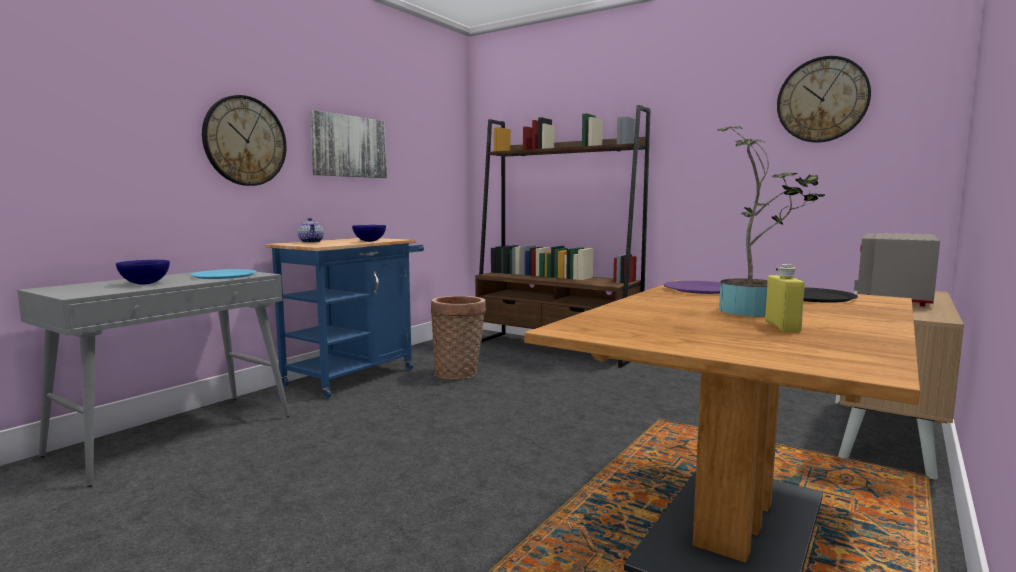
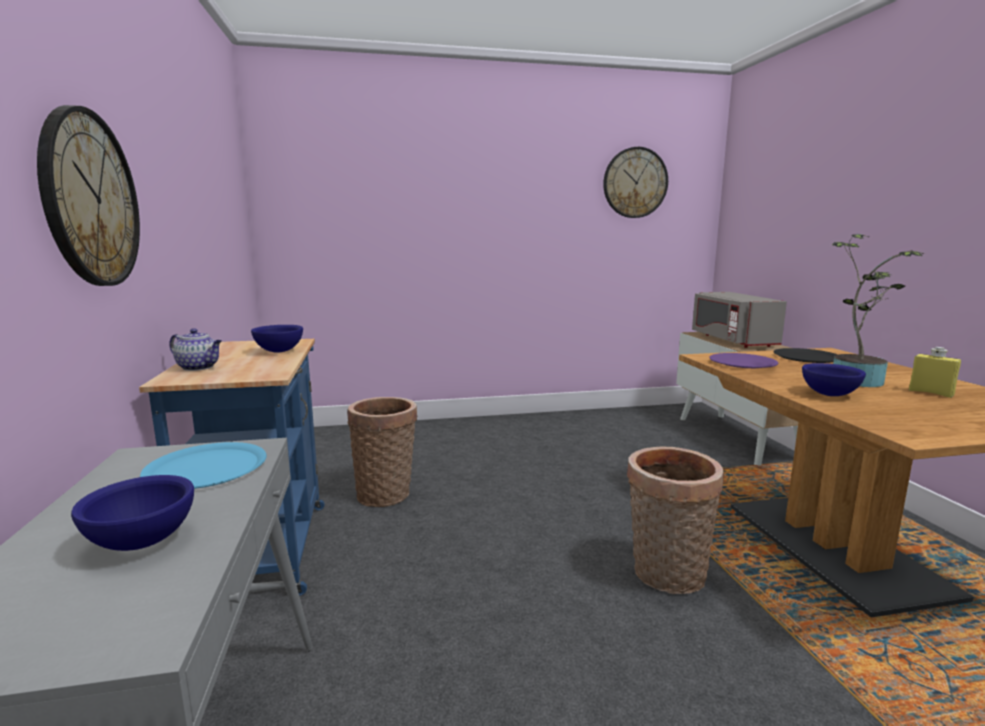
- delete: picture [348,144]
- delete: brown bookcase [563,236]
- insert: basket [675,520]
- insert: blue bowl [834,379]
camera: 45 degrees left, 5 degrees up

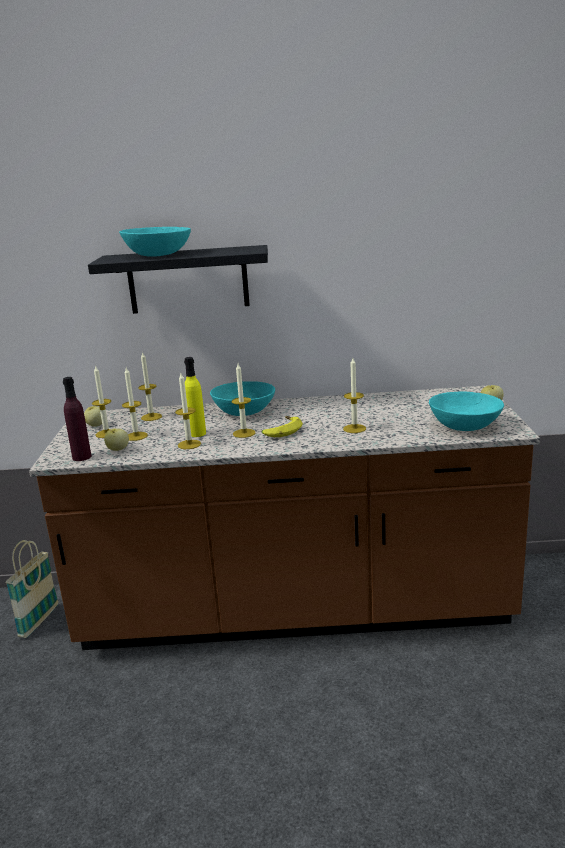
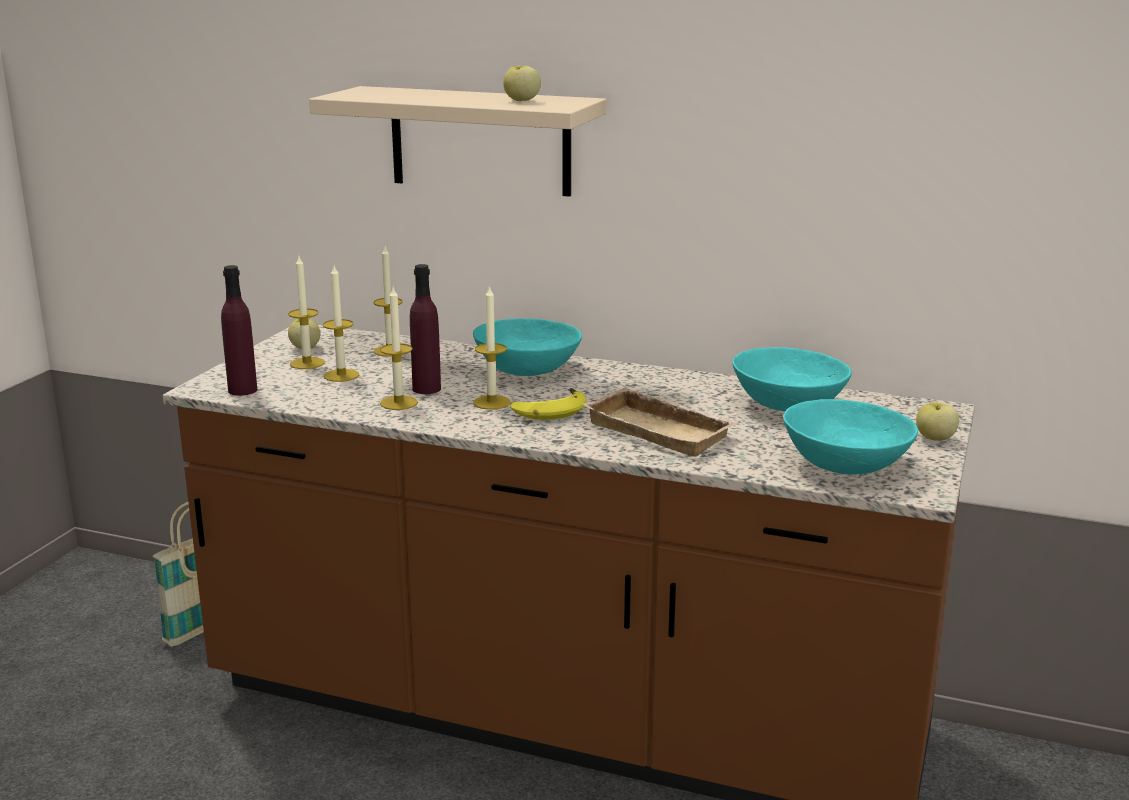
- move: apple [116,439] to [522,83]
- move: turquoise bowl [155,242] to [792,379]
- replace: candle [354,395] to beige tray [660,422]
- recolor: black shelf [178,279] to beige shelf [458,141]
- recolor: yellow bottle [195,397] to purple bottle [425,329]
camera: 20 degrees right, 0 degrees up

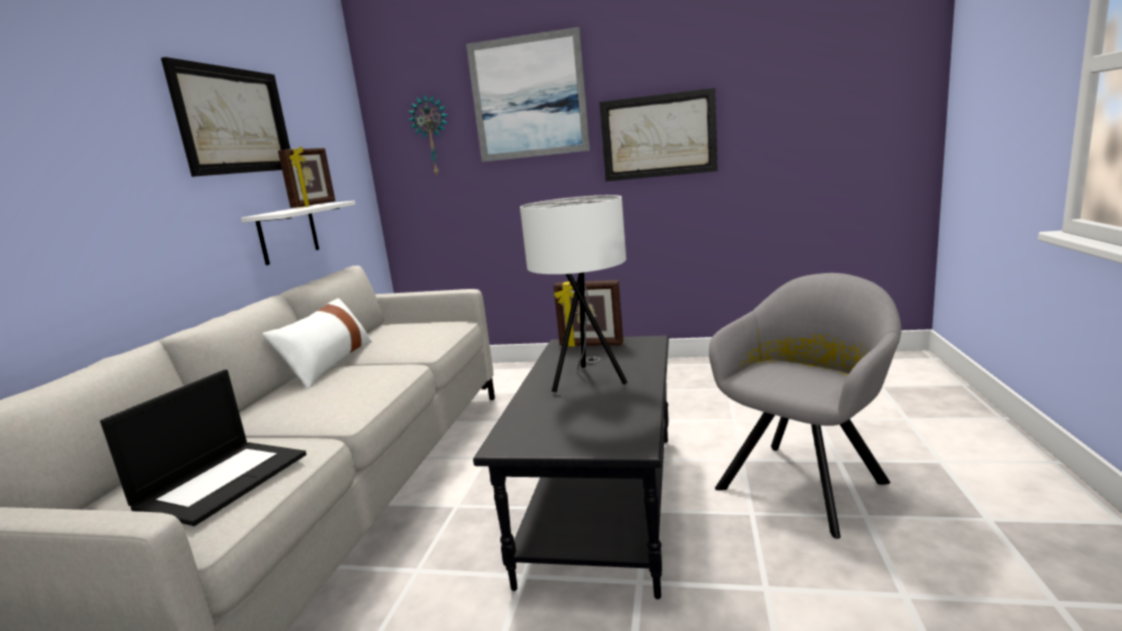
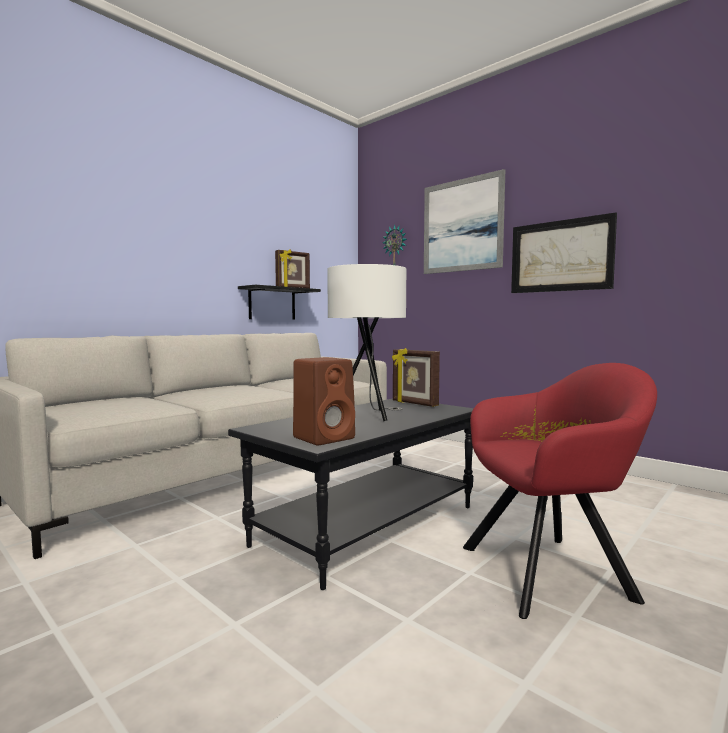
- delete: laptop [203,448]
- delete: picture [225,117]
- delete: white pillow [317,343]
- insert: brown speaker [324,401]
- recolor: white shelf [298,233] to black shelf [279,302]
- recolor: grey armchair [805,406] to red armchair [560,491]
camera: 30 degrees right, 10 degrees down

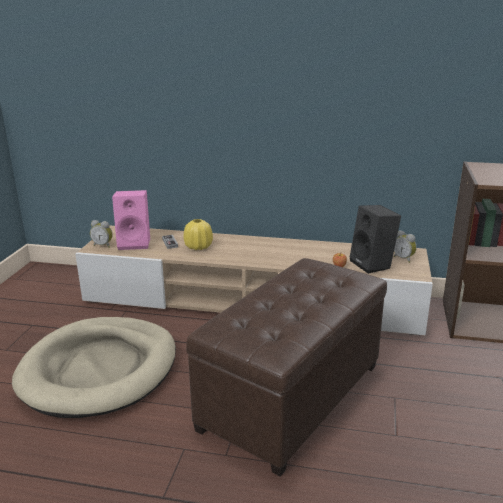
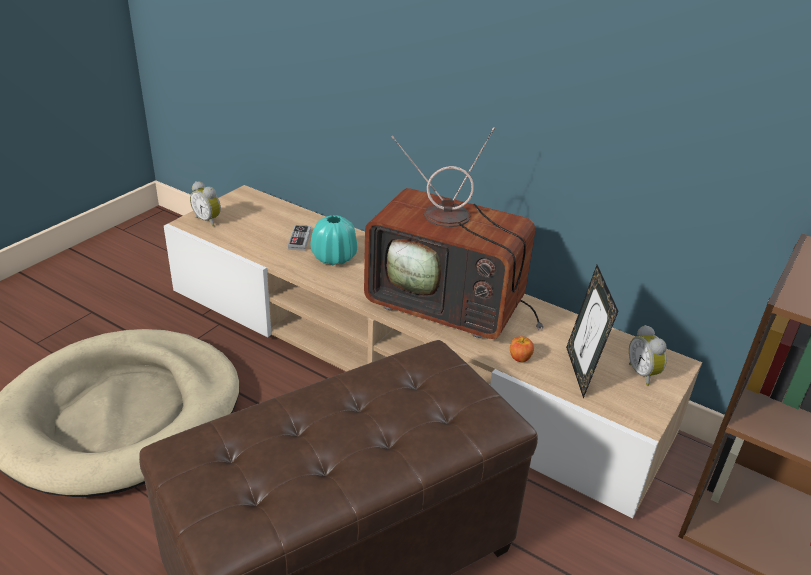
- delete: pink speaker [131,220]
- insert: television [453,233]
- replace: black speaker [375,239] to picture frame [592,331]
- recolor: yellow vase [198,234] to turquoise vase [334,240]
camera: 20 degrees right, 10 degrees up

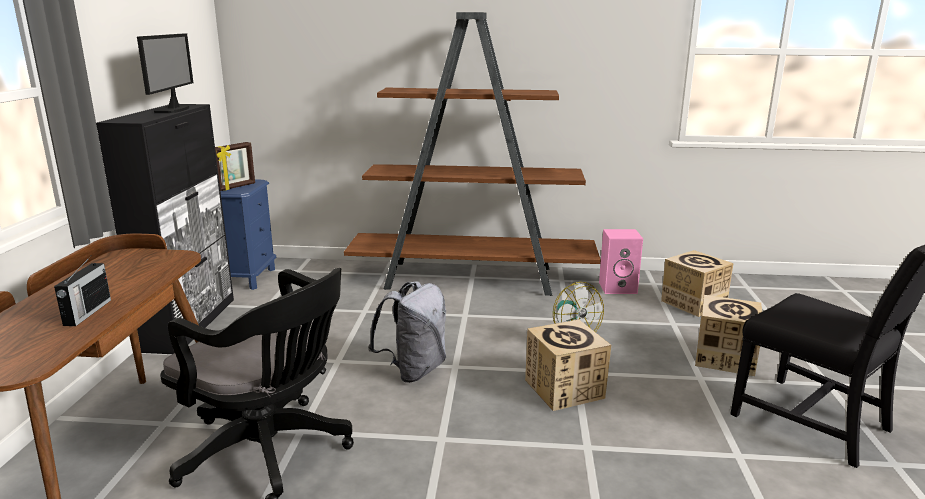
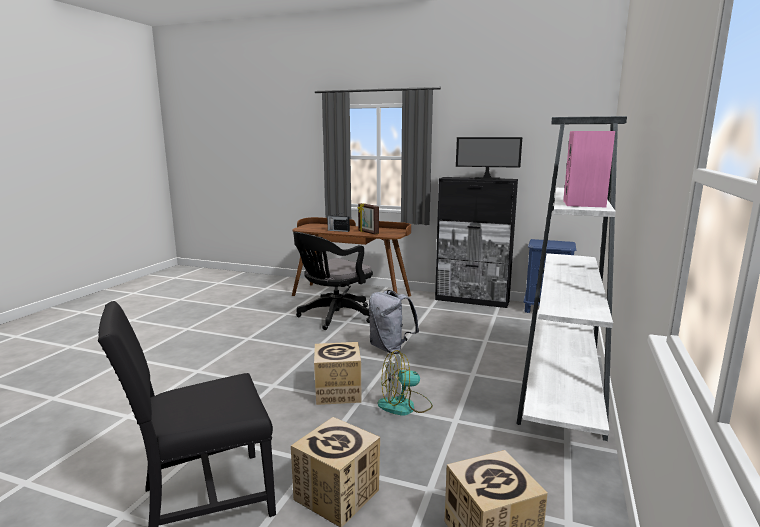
- move: picture frame [235,166] to [368,219]
- move: pink speaker [621,261] to [589,169]
- recolor: brown bookcase [472,154] to white bookcase [571,278]
camera: 105 degrees right, 5 degrees down

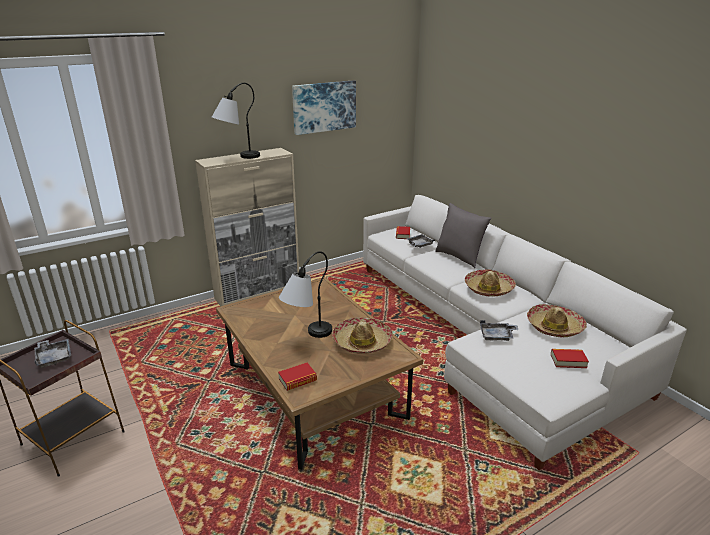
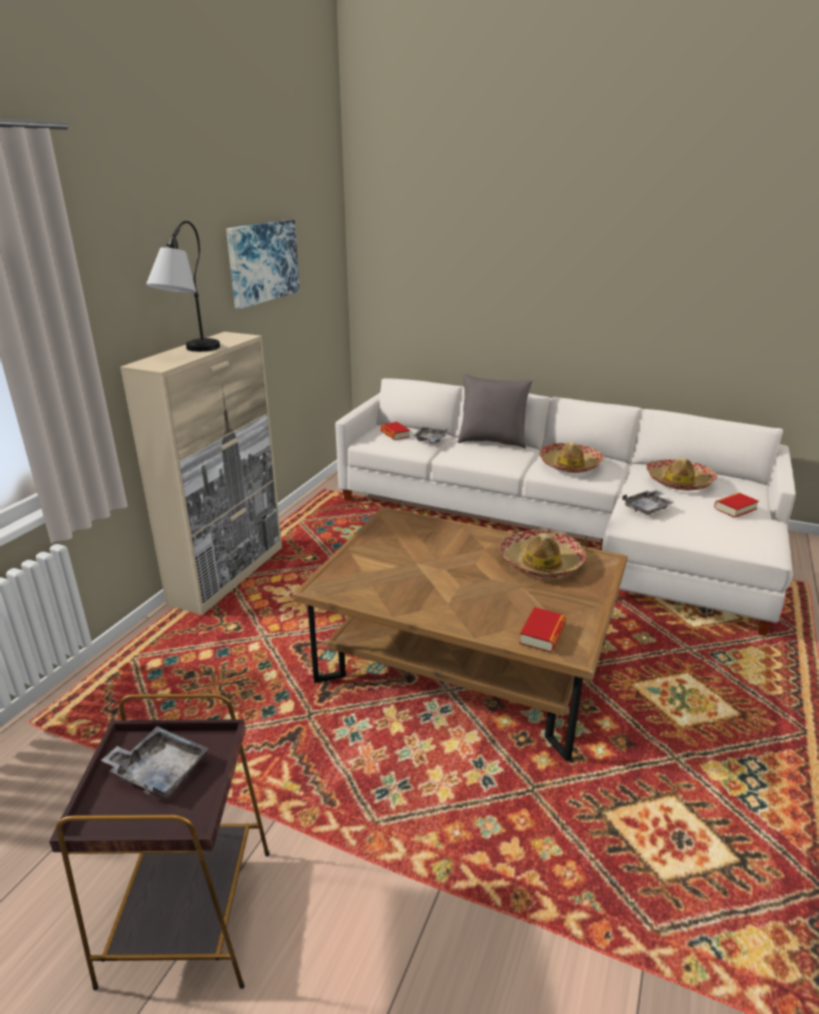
- delete: table lamp [305,294]
camera: 35 degrees left, 0 degrees up

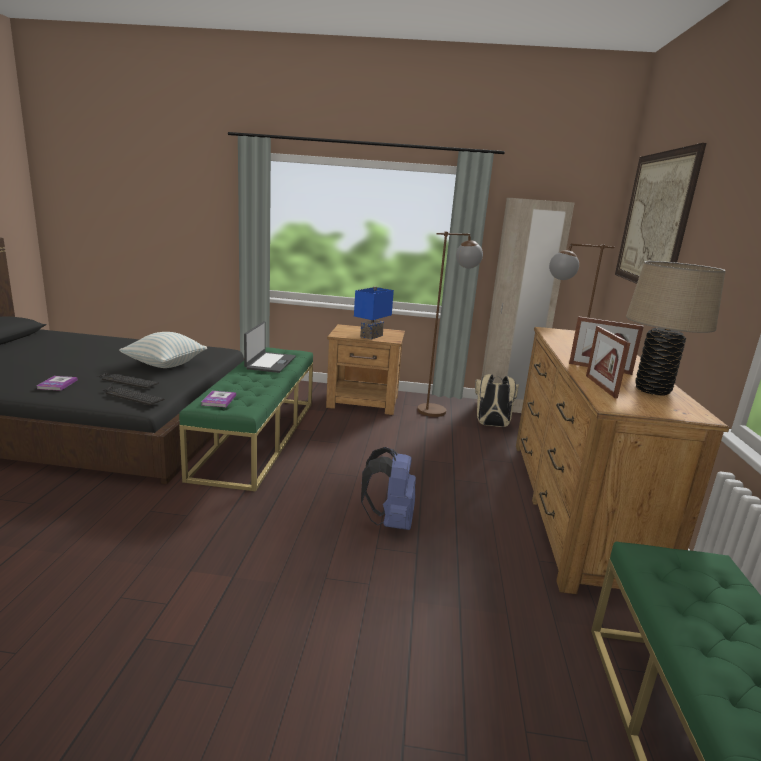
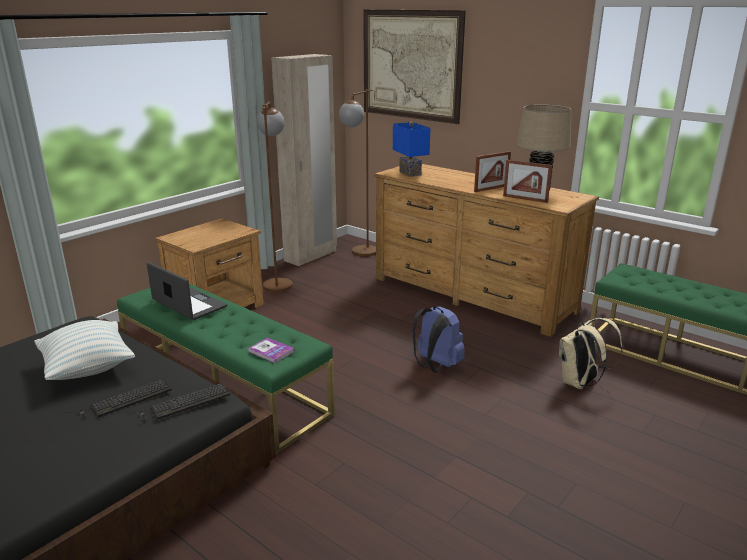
- delete: book [57,383]
- move: blue table lamp [374,313] to [412,149]
- move: beige backpack [497,400] to [591,353]
camera: 55 degrees left, 5 degrees up

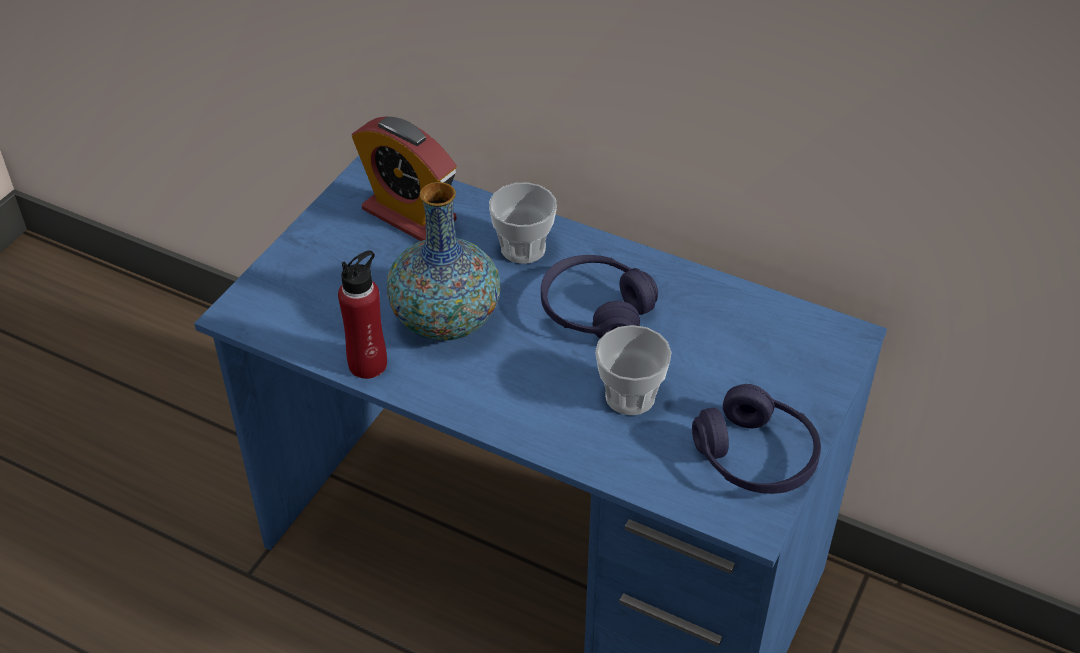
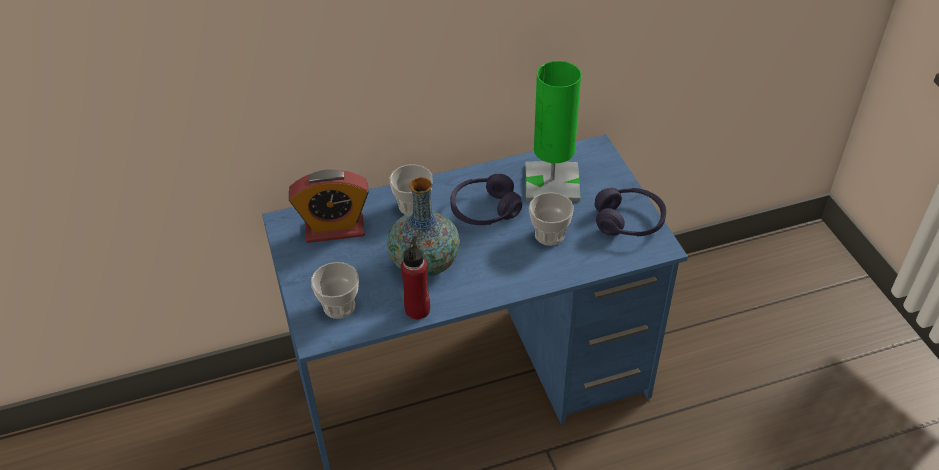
- insert: cup [335,290]
- insert: green table lamp [553,131]
camera: 45 degrees left, 0 degrees up

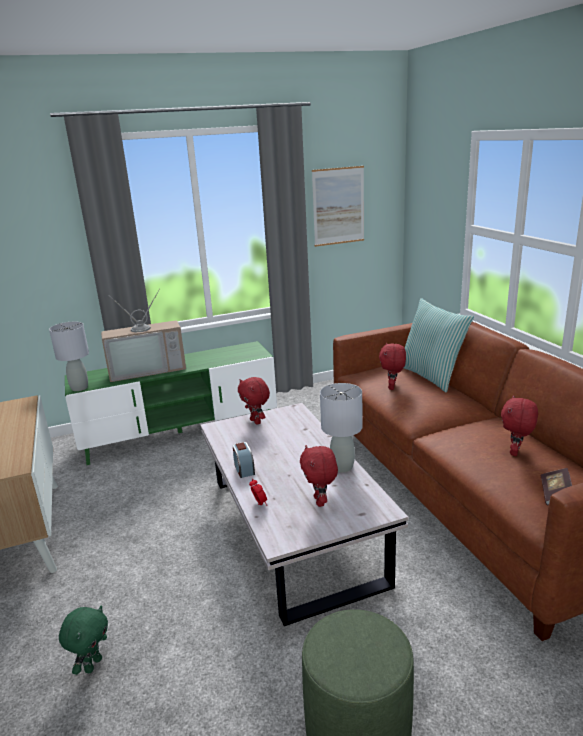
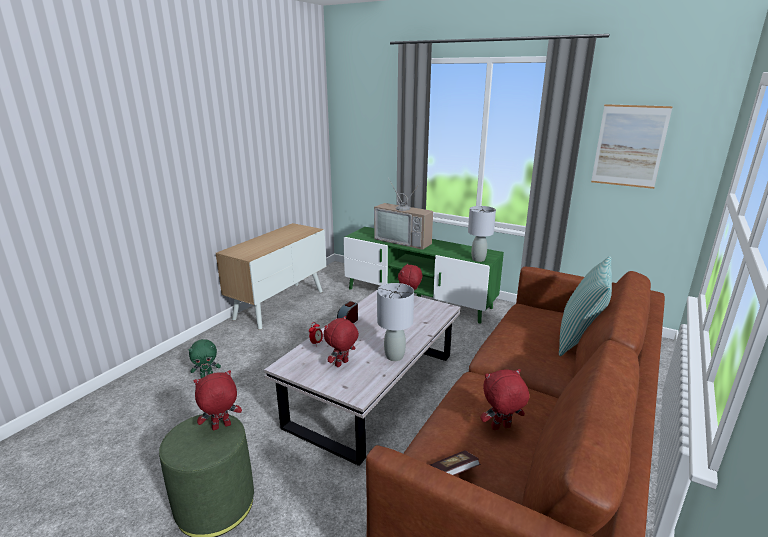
- move: grey table lamp [69,356] to [482,234]
- move: red plush toy [392,366] to [218,400]
camera: 50 degrees right, 0 degrees up

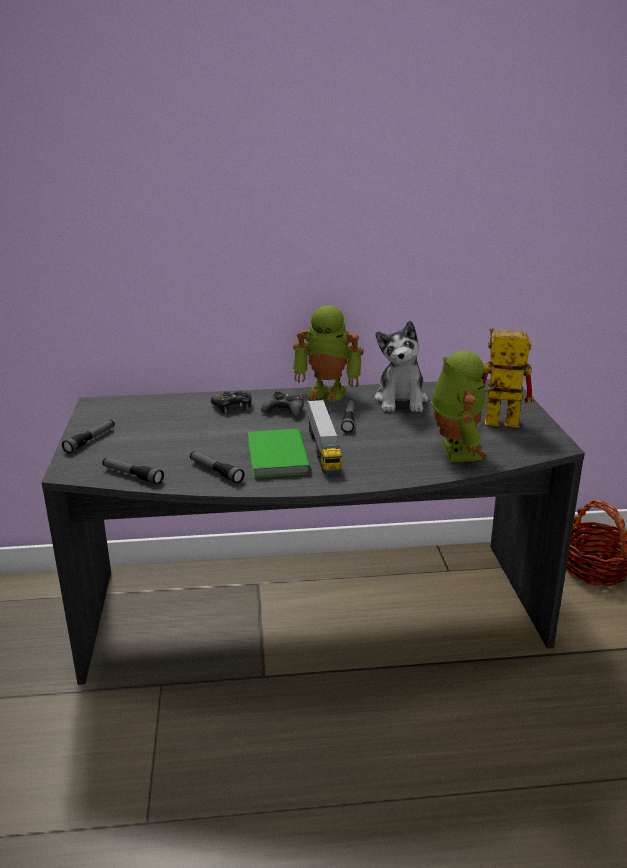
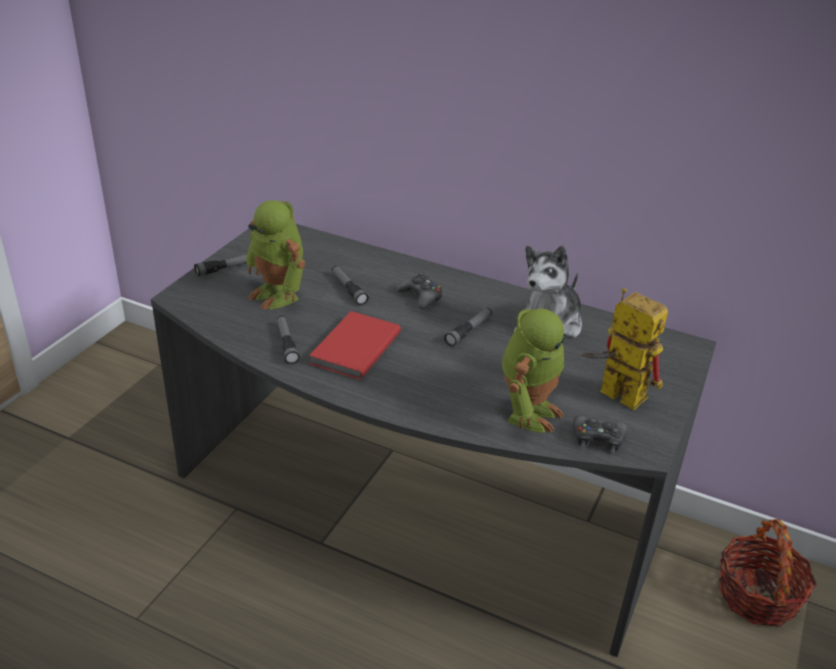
- delete: toy truck [324,437]
- move: flashlight [133,471] to [350,285]
- move: black game controller [231,401] to [600,434]
- move: toy robot [328,353] to [275,255]
- recolor: green book [279,453] to red book [355,345]
camera: 30 degrees right, 10 degrees up

